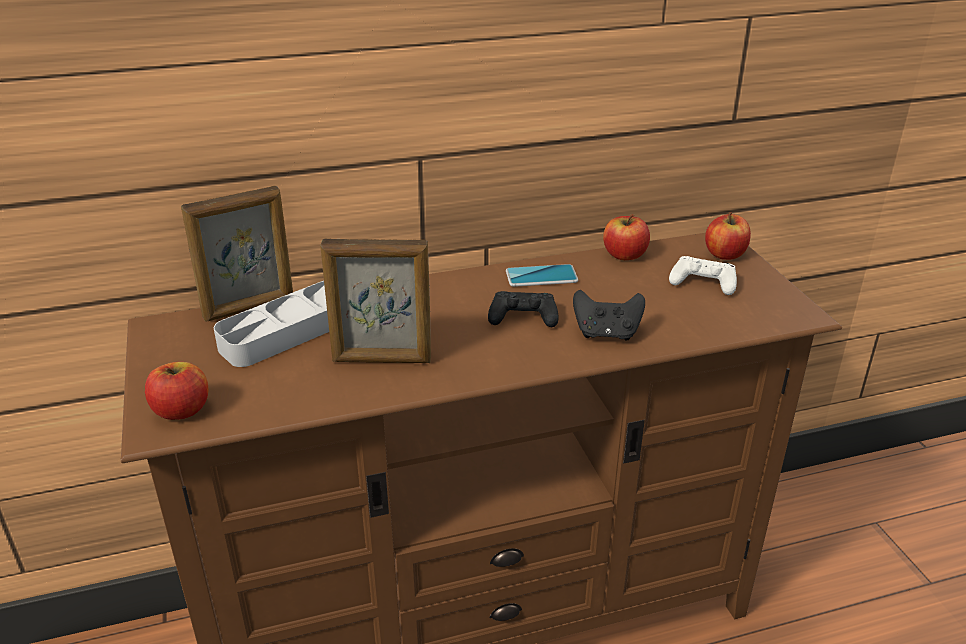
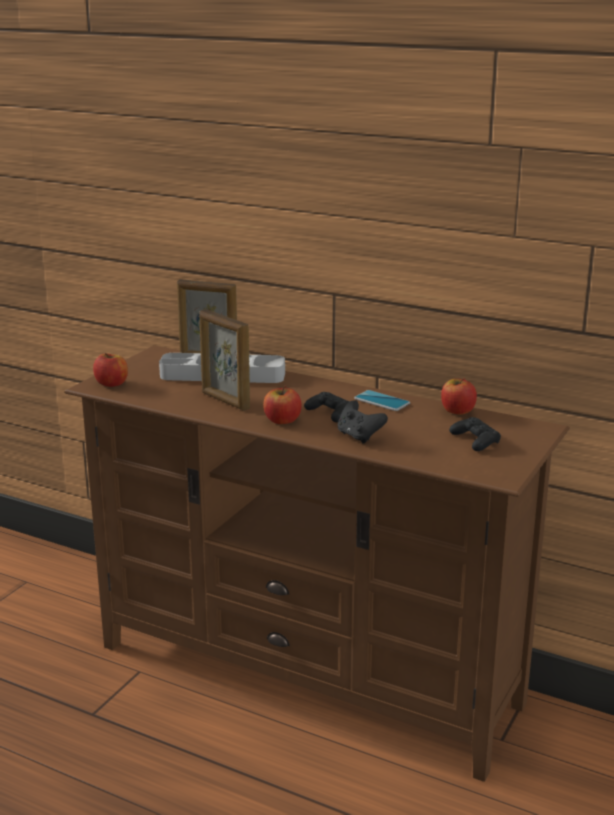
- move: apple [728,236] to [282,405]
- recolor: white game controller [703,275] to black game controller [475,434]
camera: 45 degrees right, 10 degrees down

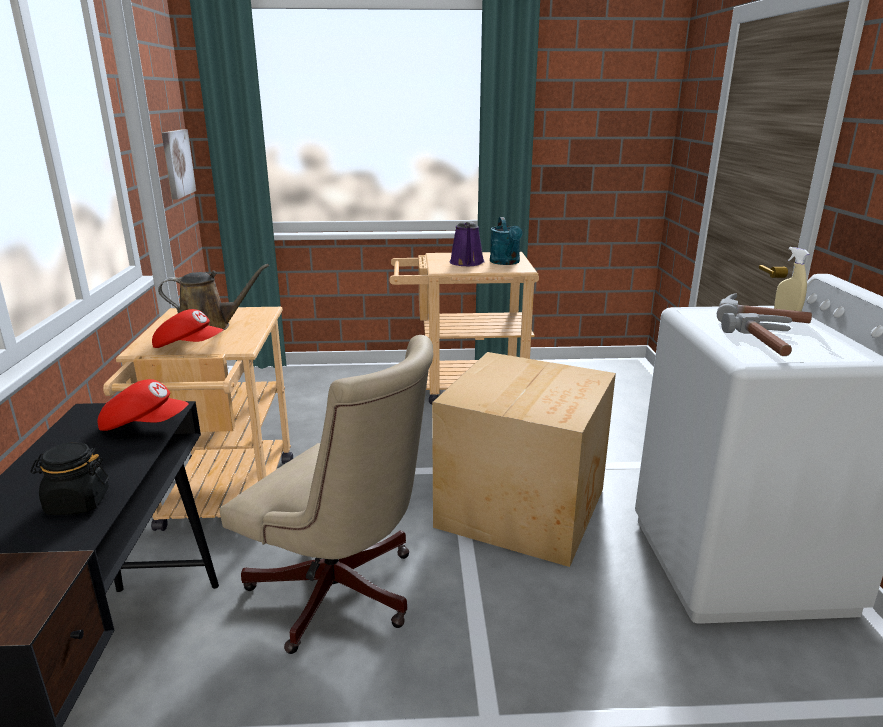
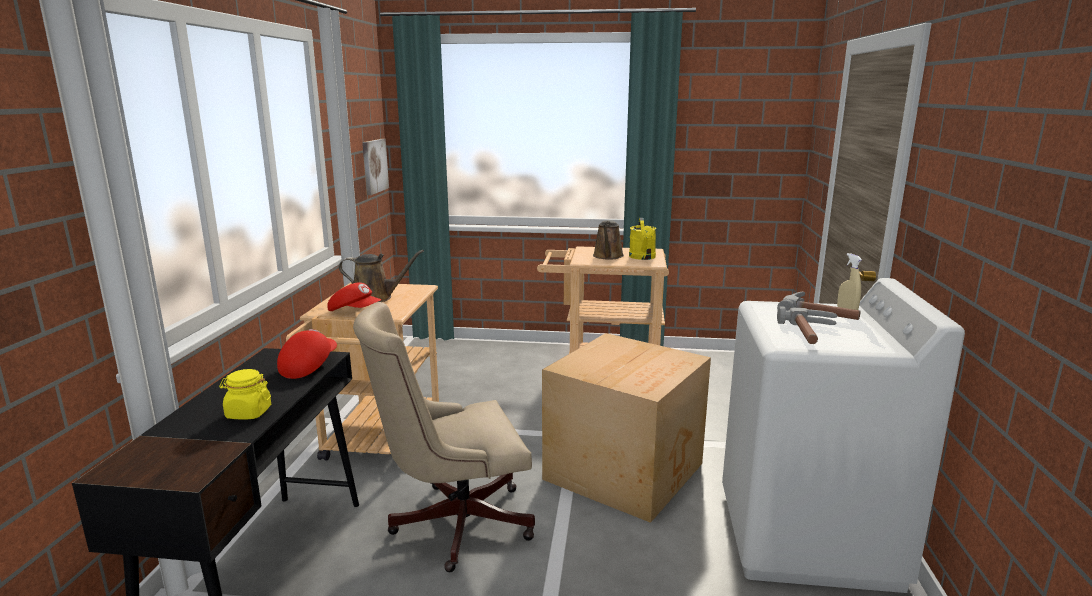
- recolor: black jar [69,478] to yellow jar [245,394]
- recolor: purple watering can [467,243] to brown watering can [608,240]
- recolor: turquoise watering can [506,241] to yellow watering can [642,239]
- rotate: red cap [143,405] = [307,354] 90 degrees counterclockwise
- rotate: beige office chair [326,494] = [444,437] 120 degrees clockwise
camera: 10 degrees right, 5 degrees down

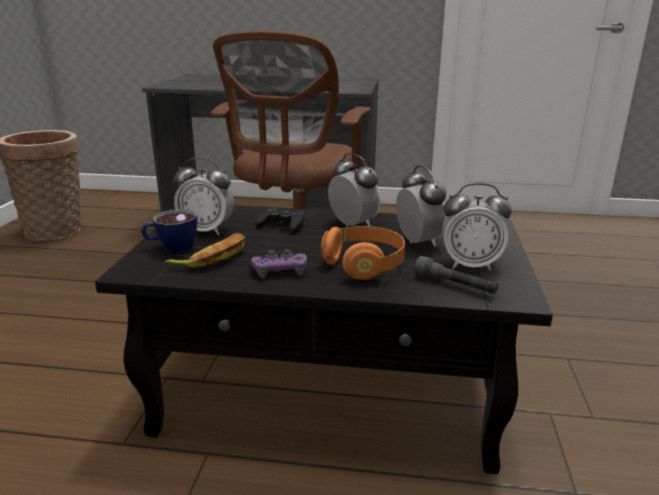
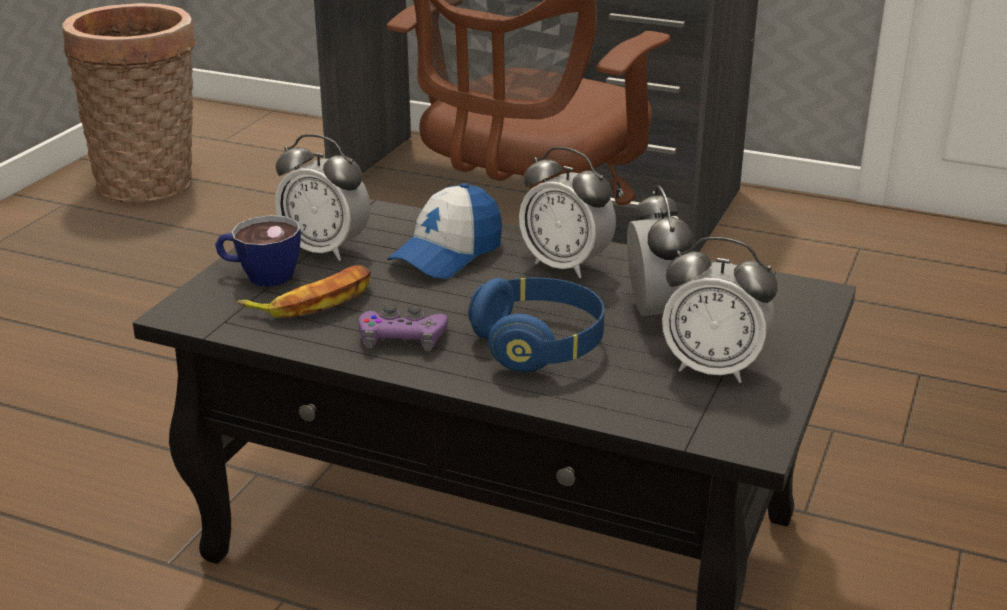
- delete: grey flashlight [456,275]
- replace: black game controller [279,221] to cap [444,231]
- recolor: orange headphones [363,253] to blue headphones [536,325]
- rotate: alarm clock [354,190] = [567,212] 150 degrees clockwise
camera: 15 degrees right, 5 degrees up

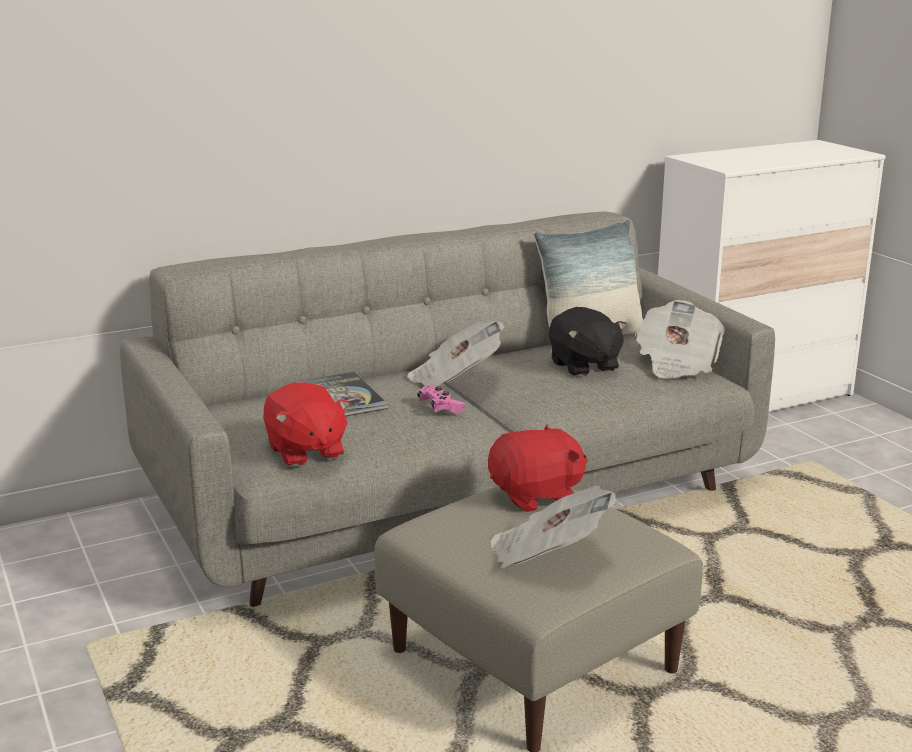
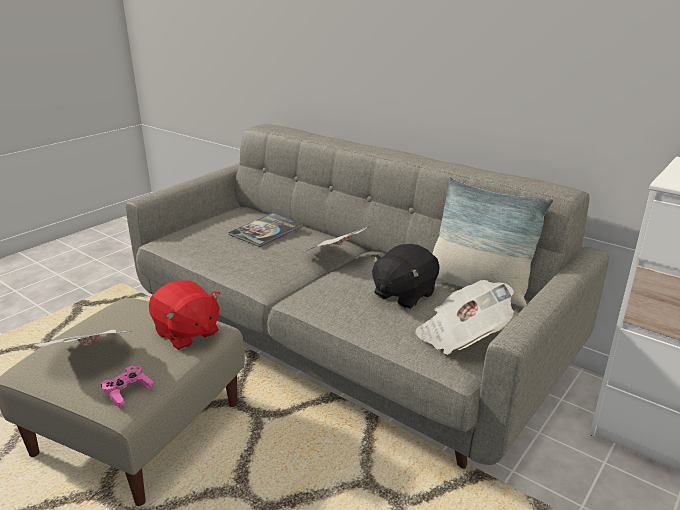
- delete: red plush toy [306,424]
- move: pink game controller [441,399] to [127,387]
camera: 65 degrees right, 5 degrees up

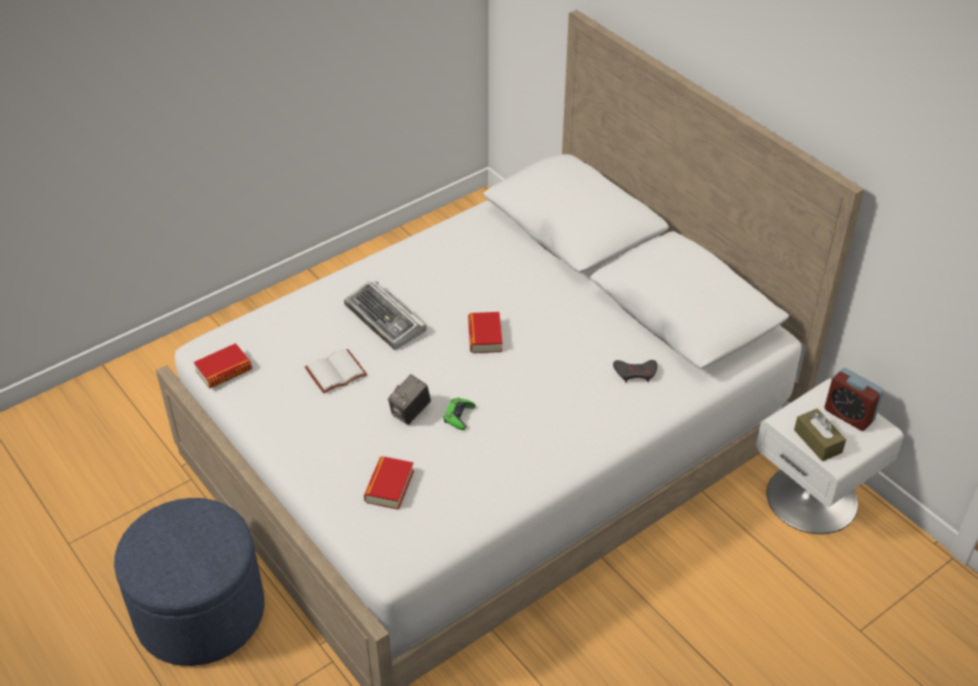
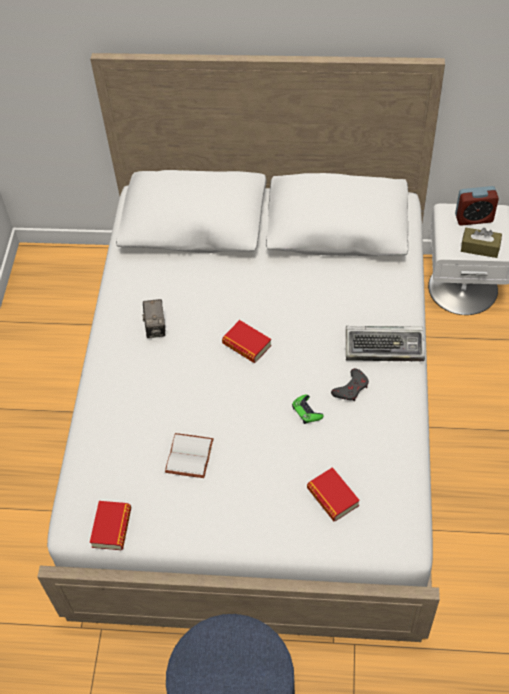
- move: keyboard [385,315] to [385,343]
- move: photo camera [409,399] to [153,318]
- move: grey game controller [635,371] to [350,384]
camera: 45 degrees left, 10 degrees up

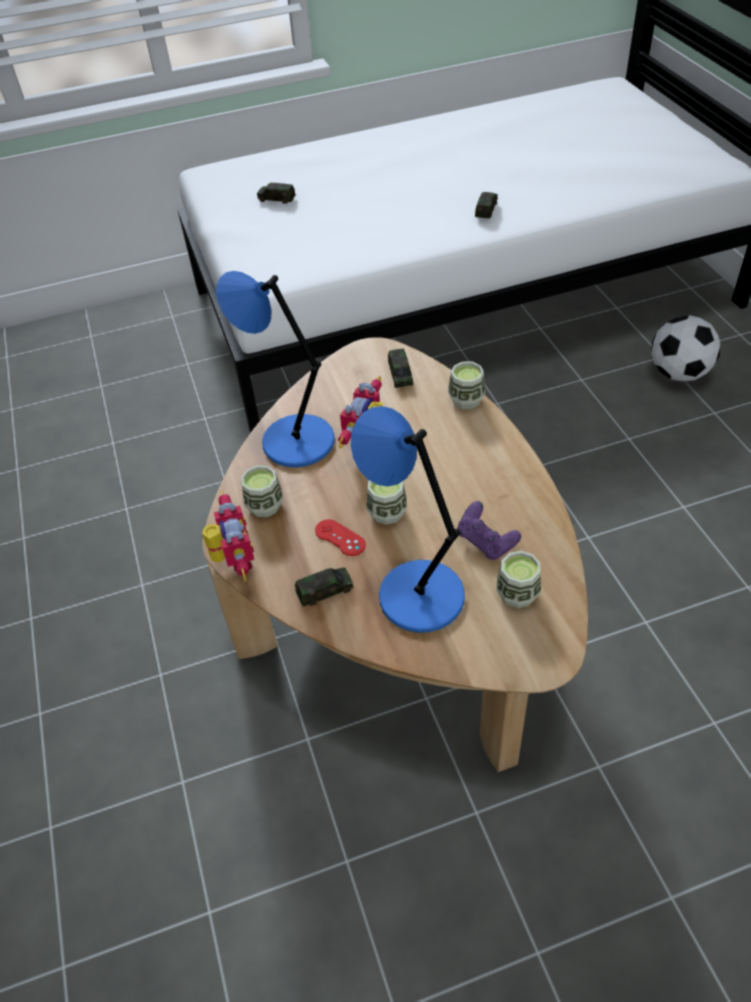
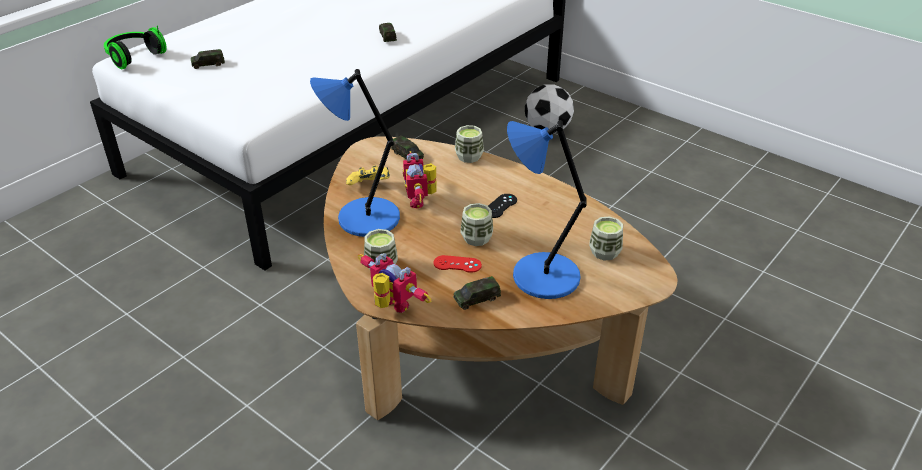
- delete: purple game controller [489,530]
- insert: headphones [135,47]
- insert: yellow game controller [368,175]
- insert: black game controller [502,206]
- rotate: toy car [324,587] = [477,293] 150 degrees counterclockwise
camera: 35 degrees left, 10 degrees down

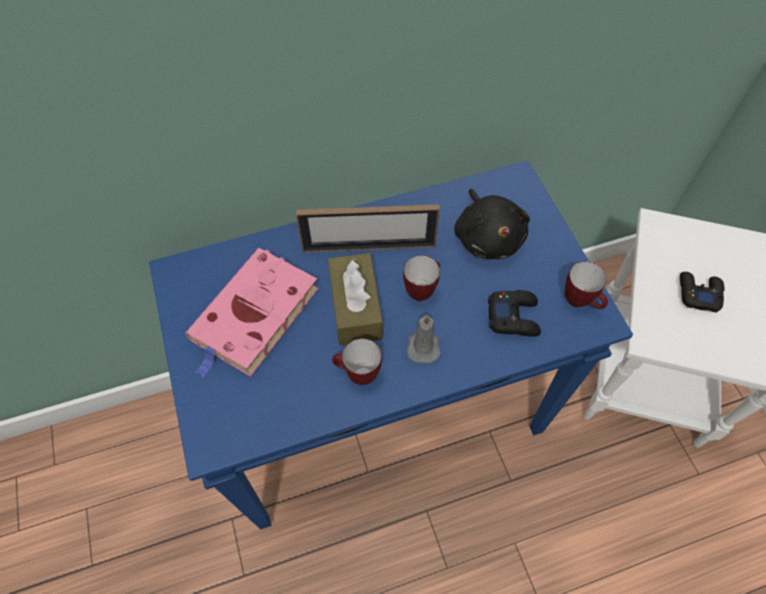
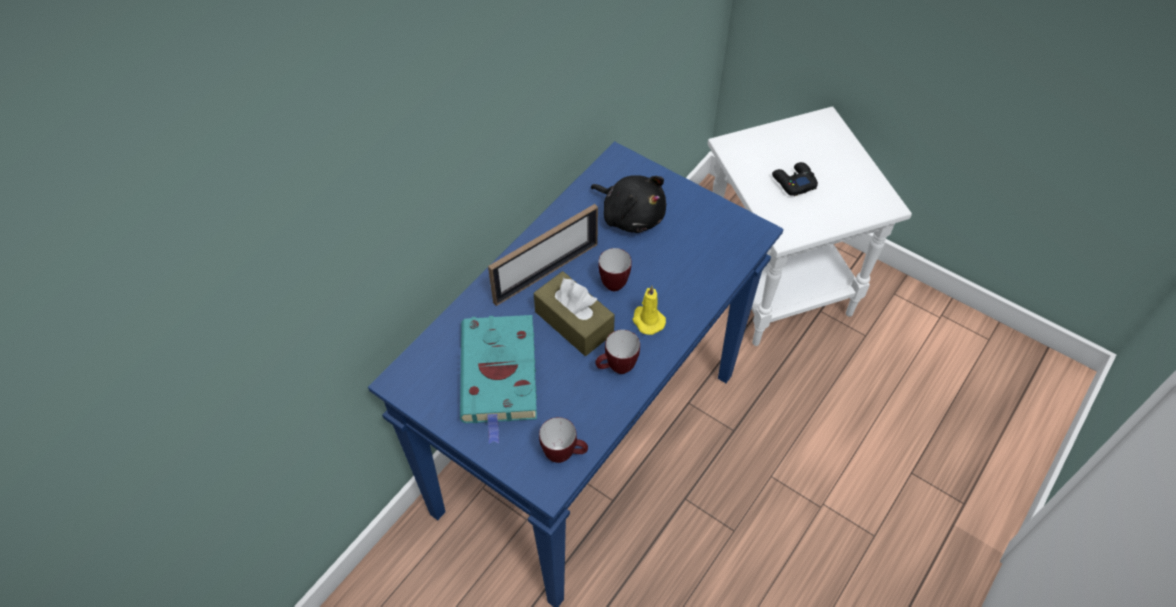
- delete: black game controller [514,313]
- move: mug [586,285] to [563,440]
- recolor: pink book [252,312] to turquoise book [498,379]
- recolor: grey candle [423,339] to yellow candle [649,310]
camera: 35 degrees left, 5 degrees down

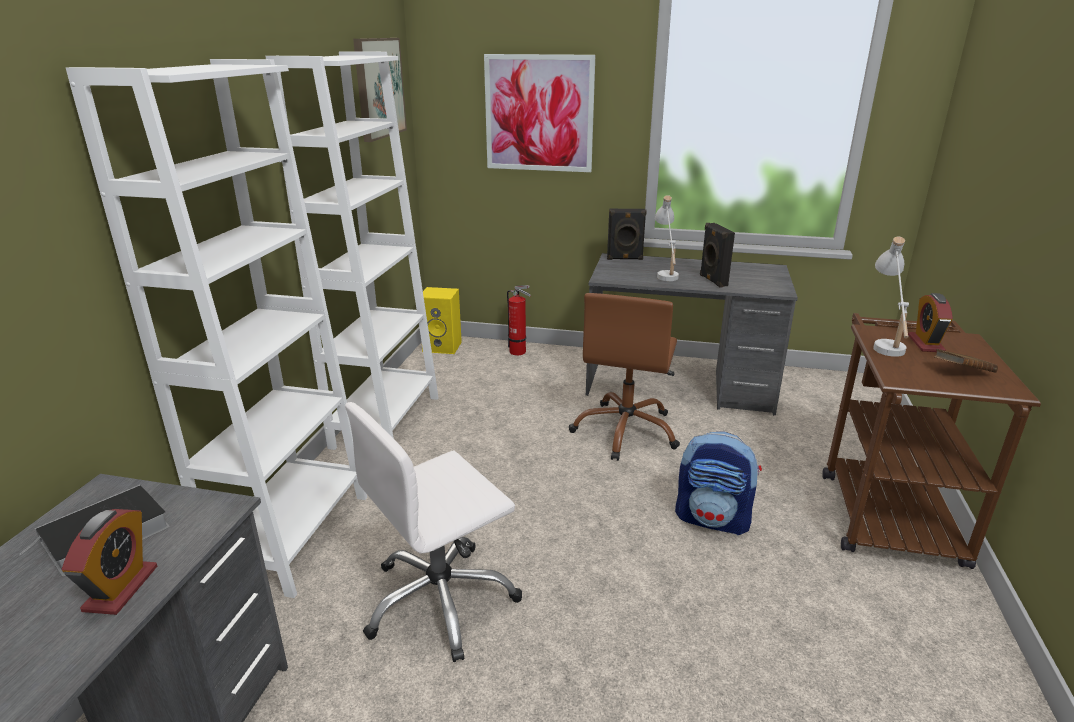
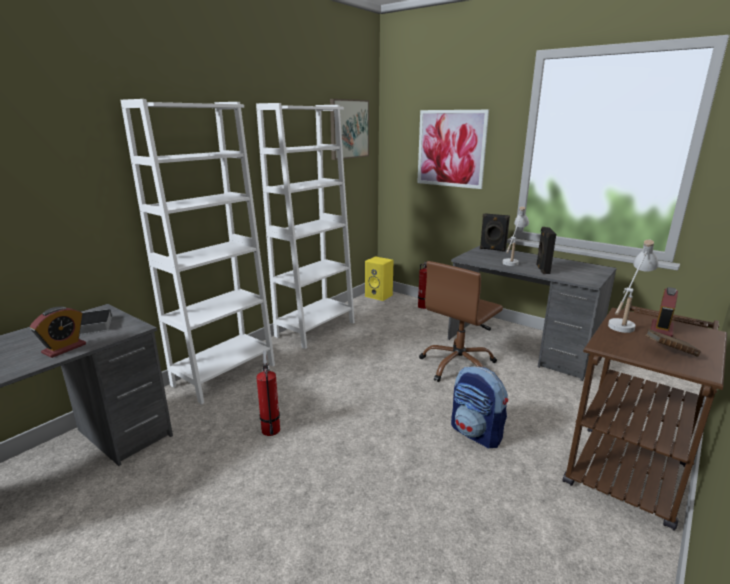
- replace: white office chair [433,532] to fire extinguisher [268,393]
camera: 25 degrees right, 5 degrees down

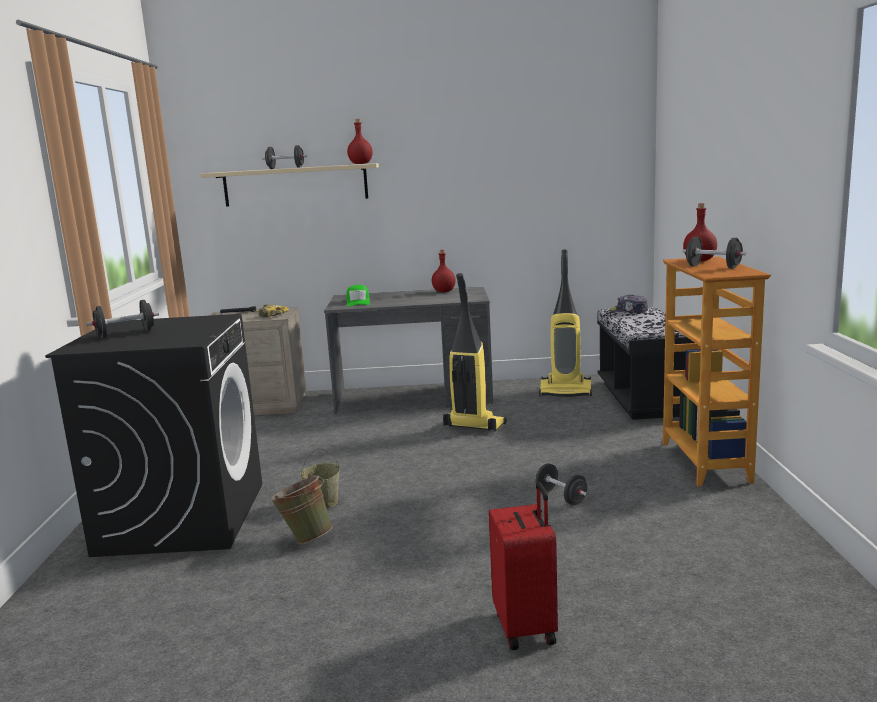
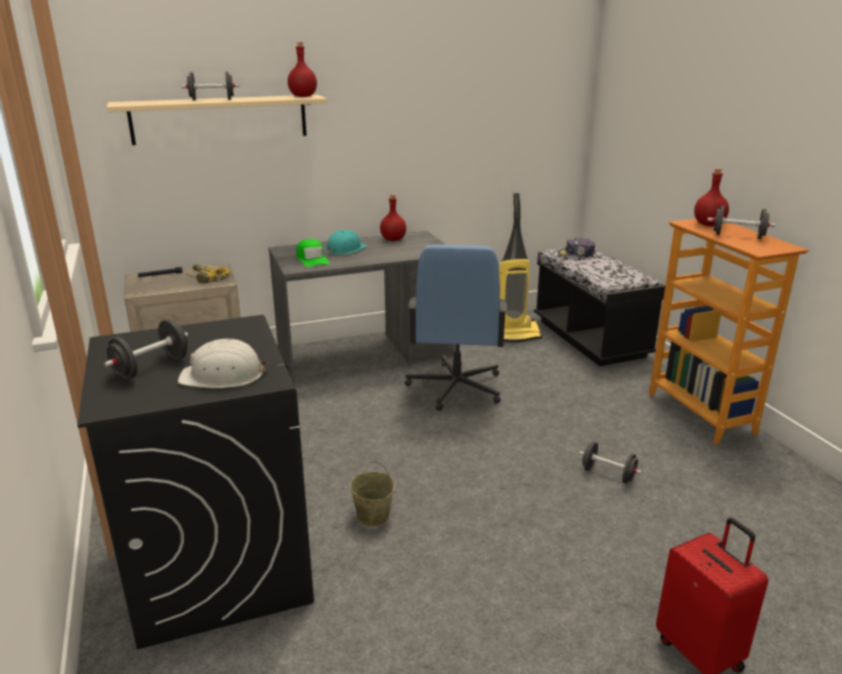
- delete: green bucket [301,509]
- insert: white hard hat [223,363]
- insert: turquoise hard hat [346,242]
- replace: vacuum cleaner [475,352] to blue office chair [456,328]
camera: 20 degrees left, 10 degrees up

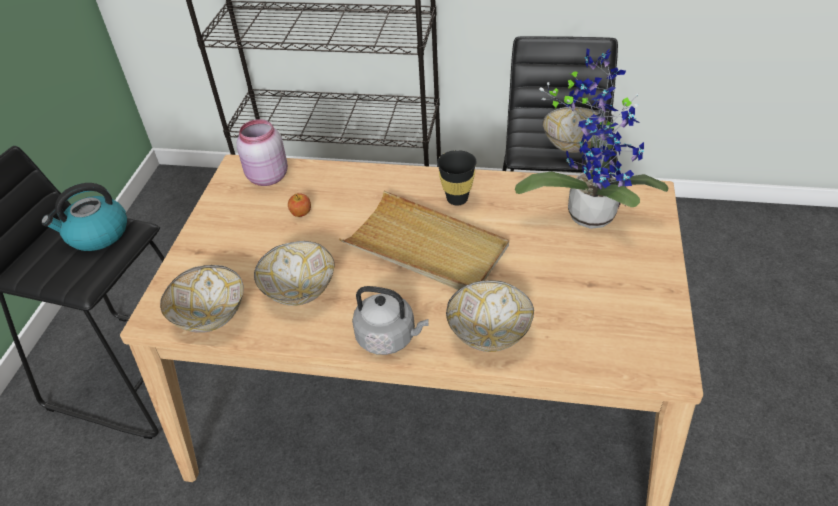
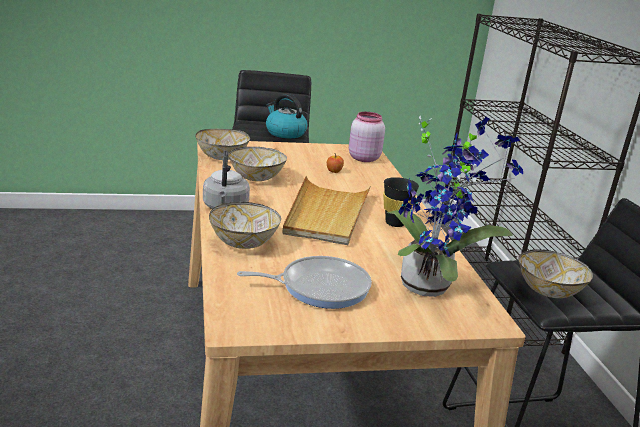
- insert: frying pan [304,282]
camera: 65 degrees right, 20 degrees down

